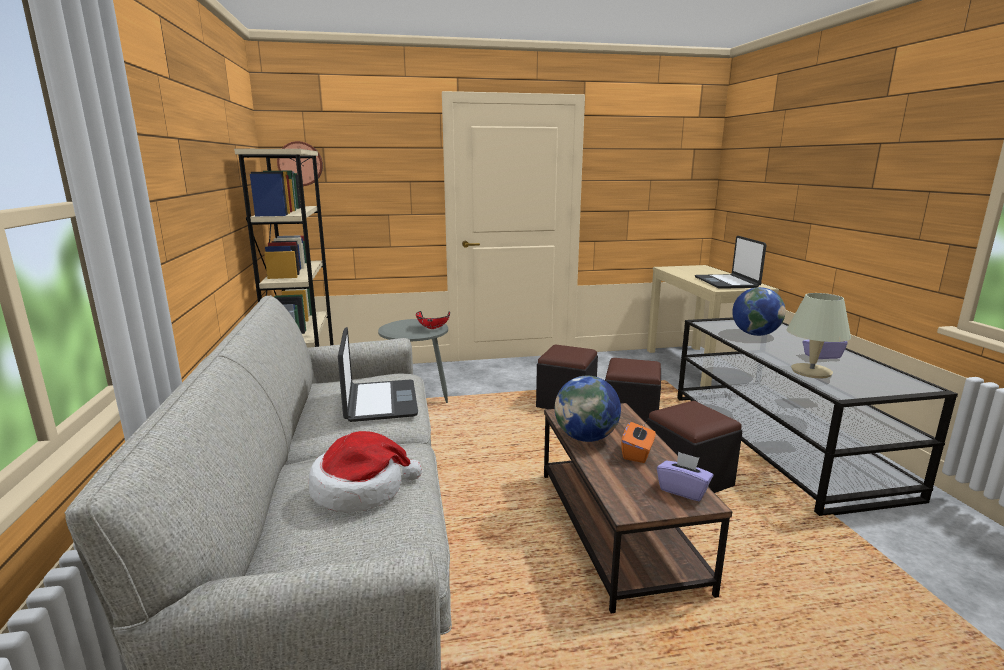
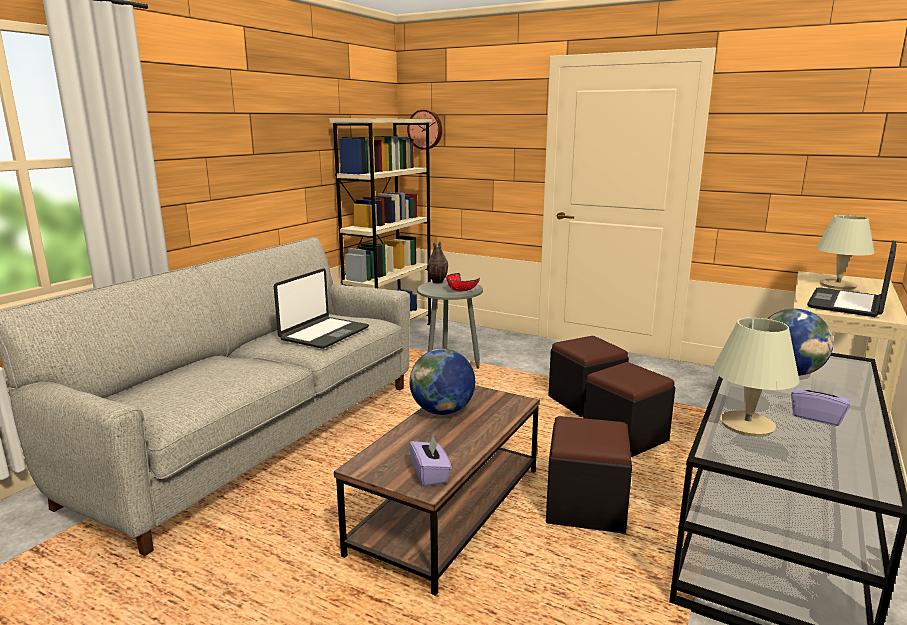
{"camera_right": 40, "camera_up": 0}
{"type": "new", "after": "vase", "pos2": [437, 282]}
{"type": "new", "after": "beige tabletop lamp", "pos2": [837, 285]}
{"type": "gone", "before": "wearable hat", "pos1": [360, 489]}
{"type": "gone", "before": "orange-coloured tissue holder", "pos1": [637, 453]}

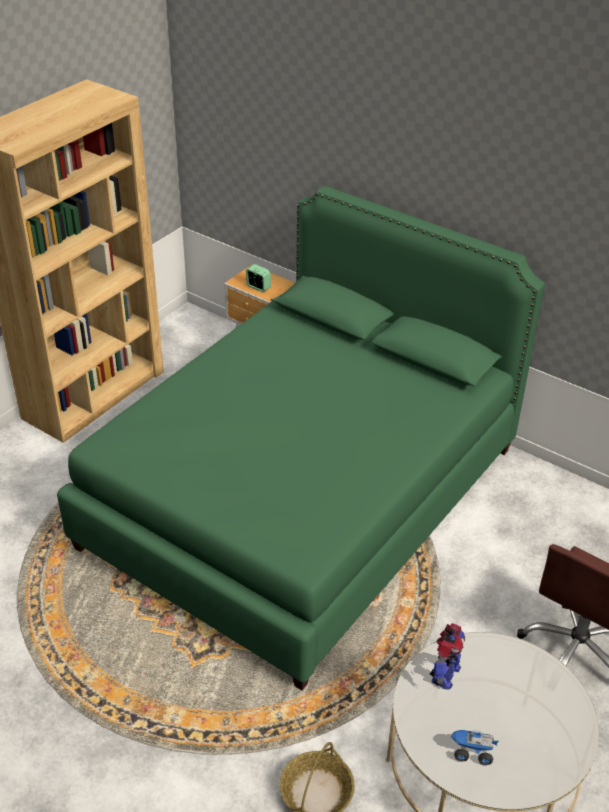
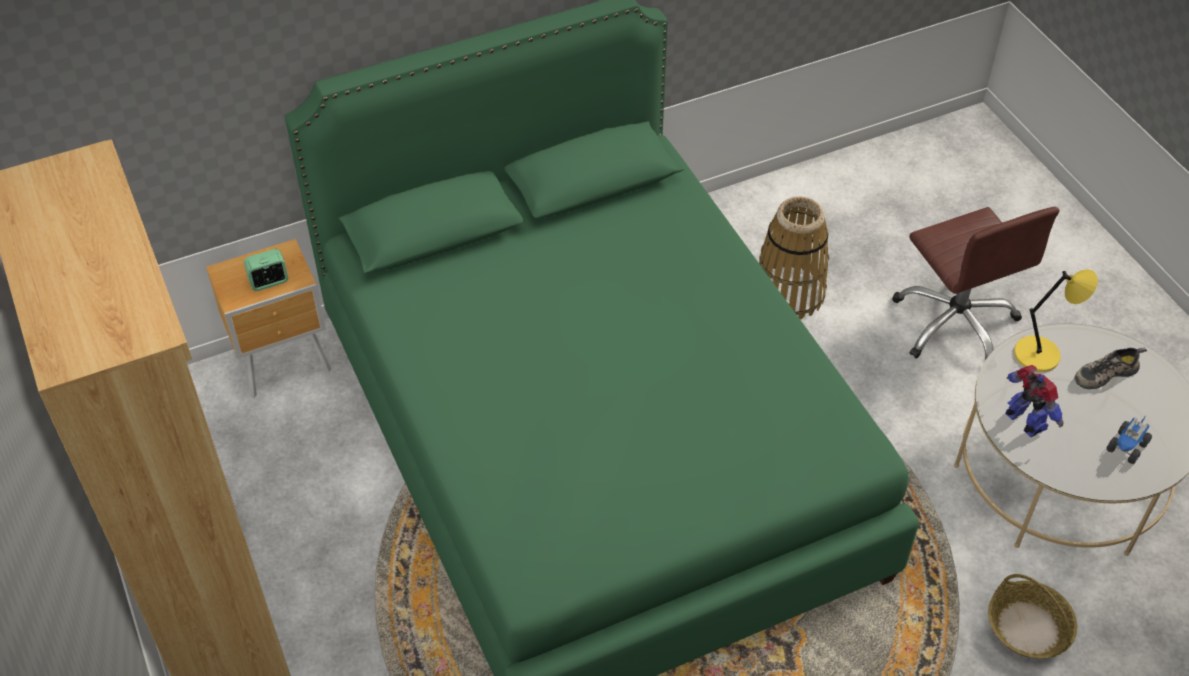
{"camera_right": -60, "camera_up": 10}
{"type": "new", "after": "storage basket", "pos2": [789, 293]}
{"type": "new", "after": "yellowish tabletop lamp", "pos2": [1039, 354]}
{"type": "new", "after": "low shoe", "pos2": [1105, 373]}

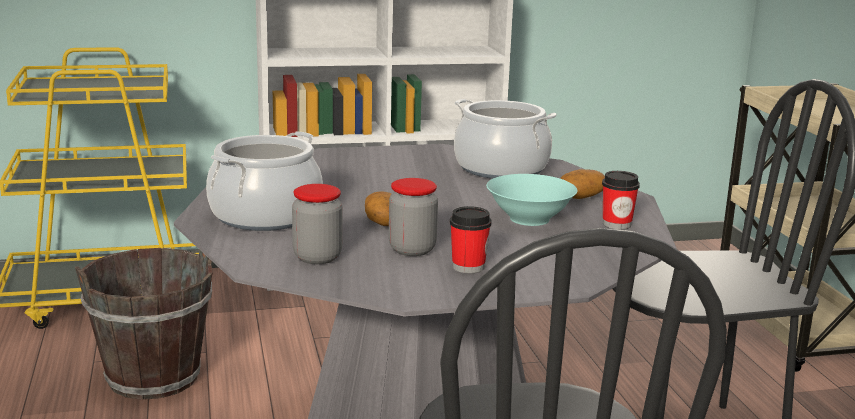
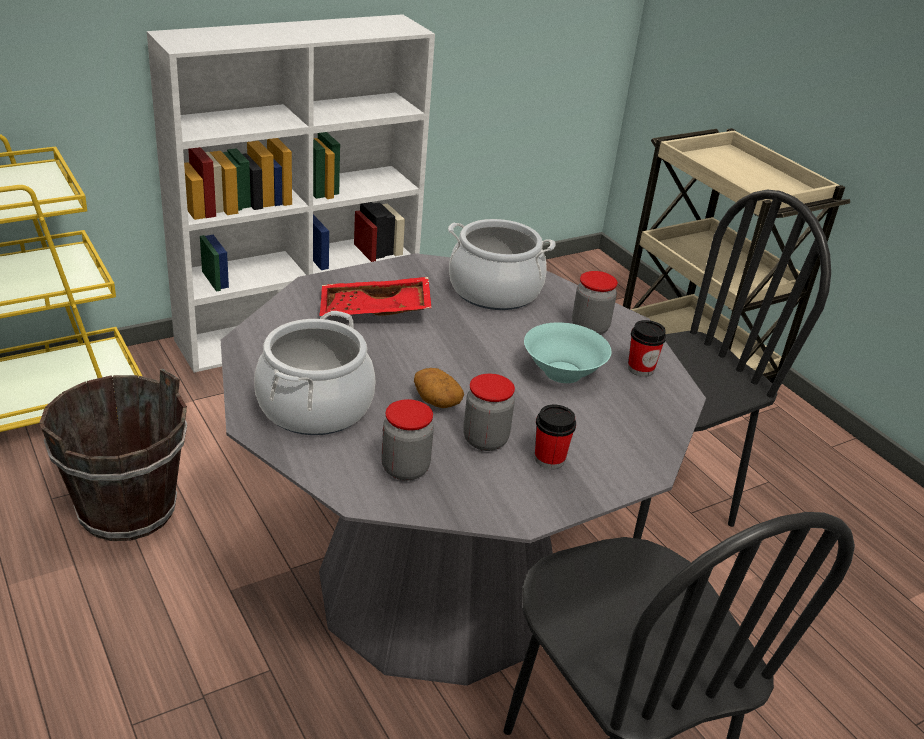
{"camera_right": -20, "camera_up": 15}
{"type": "new", "after": "red serving tray", "pos2": [374, 312]}
{"type": "swapped", "before": "whole potato", "after": "storage jar", "pos1": [582, 196], "pos2": [589, 328]}

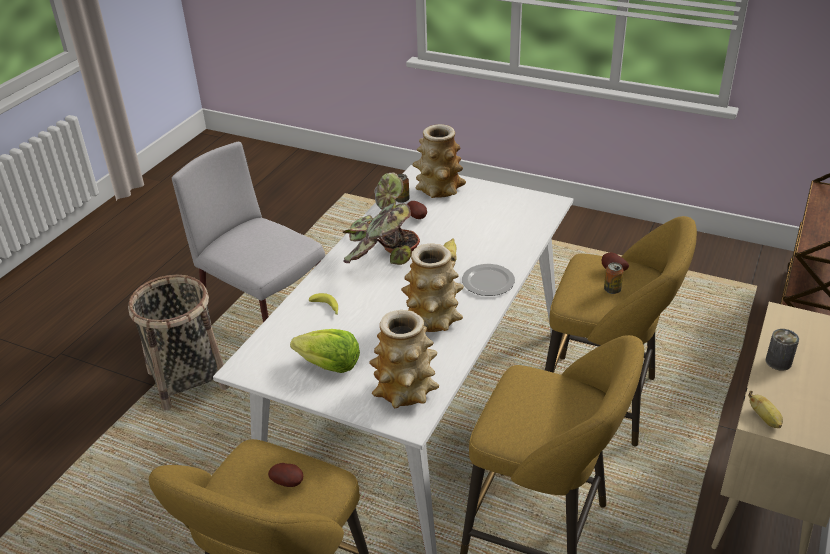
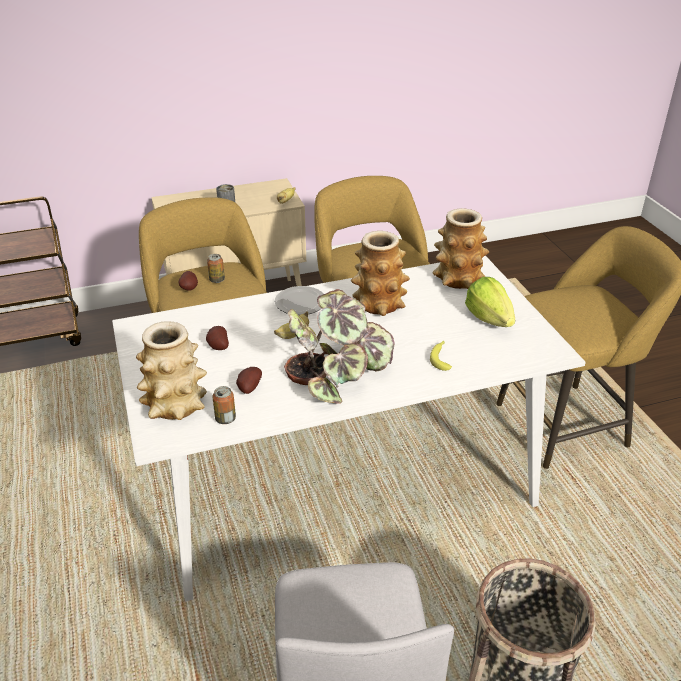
{"camera_right": -135, "camera_up": 0}
{"type": "shifted", "before": "whole potato", "pos1": [289, 482], "pos2": [217, 347]}

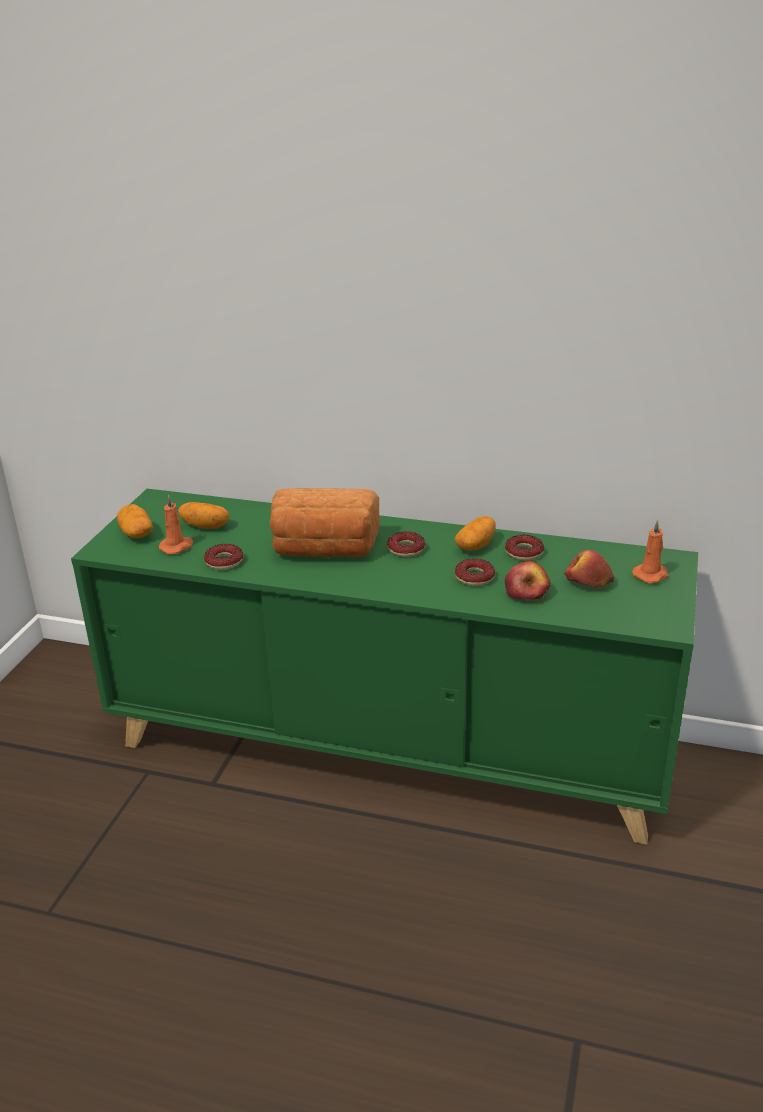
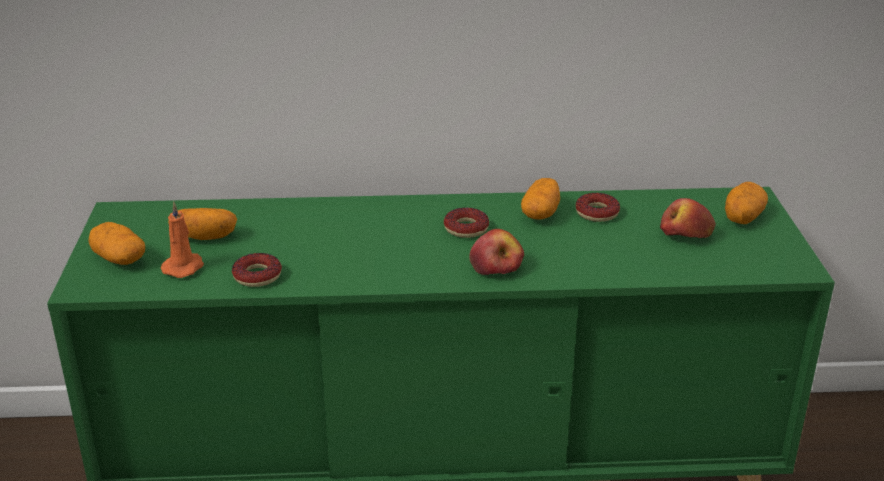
{"camera_right": -20, "camera_up": 0}
{"type": "shifted", "before": "apple", "pos1": [526, 592], "pos2": [496, 266]}
{"type": "swapped", "before": "orange-coloured candle", "after": "whole potato", "pos1": [651, 575], "pos2": [743, 217]}
{"type": "gone", "before": "bread", "pos1": [324, 549]}
{"type": "gone", "before": "ring doughnut", "pos1": [474, 577]}

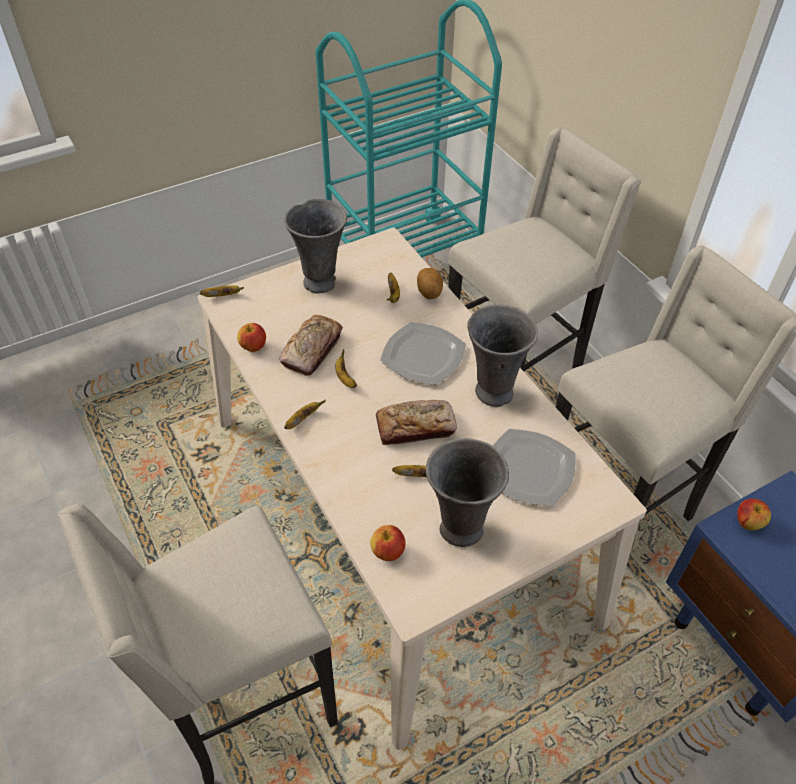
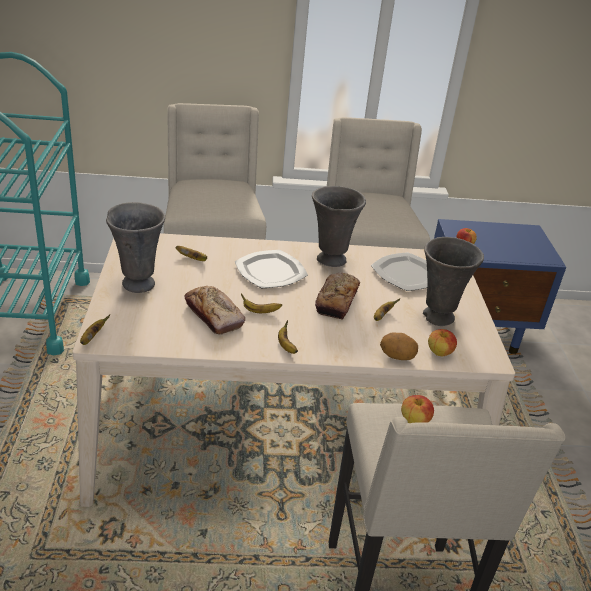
{"camera_right": -65, "camera_up": -15}
{"type": "shifted", "before": "whole potato", "pos1": [429, 292], "pos2": [397, 356]}
{"type": "shifted", "before": "apple", "pos1": [253, 347], "pos2": [414, 421]}

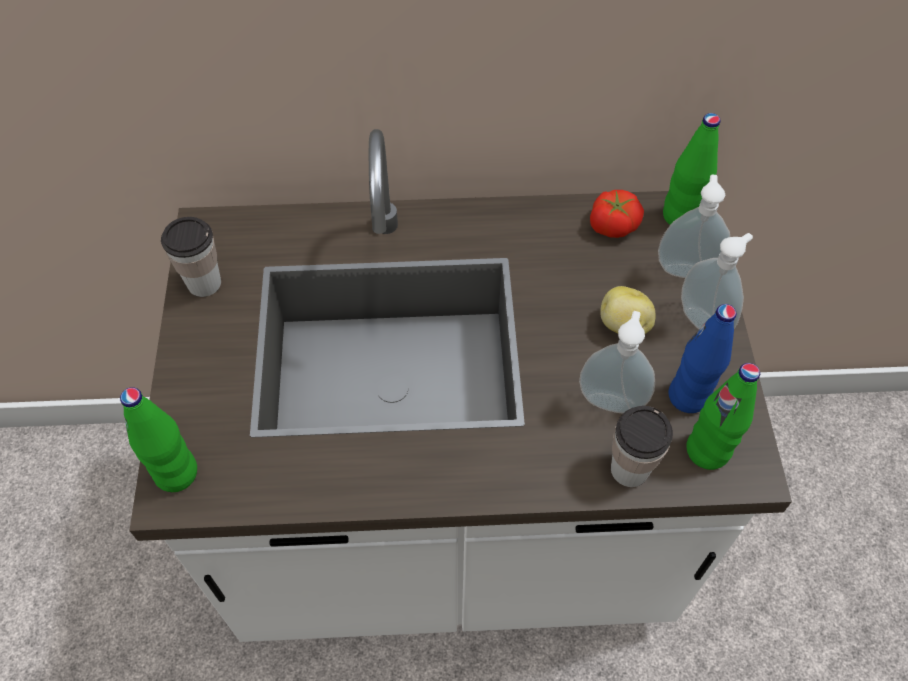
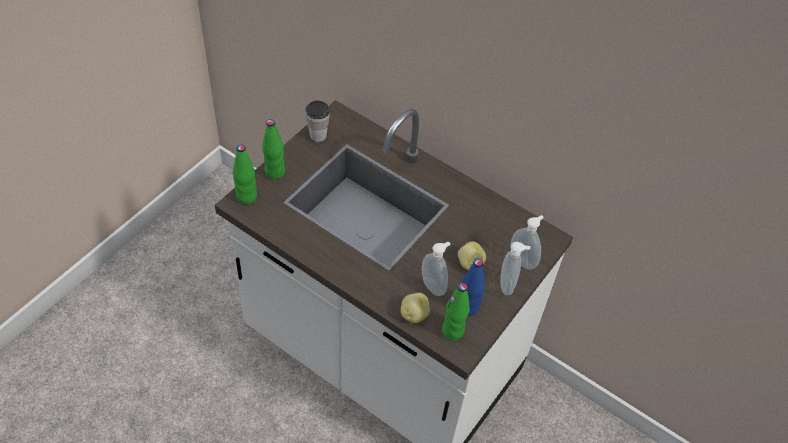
{"camera_right": 35, "camera_up": -5}
{"type": "shifted", "before": "green-coloured drink bottle", "pos1": [680, 216], "pos2": [275, 172]}
{"type": "swapped", "before": "drinking cup", "after": "whole potato", "pos1": [629, 469], "pos2": [413, 314]}
{"type": "gone", "before": "whole tomato", "pos1": [612, 224]}

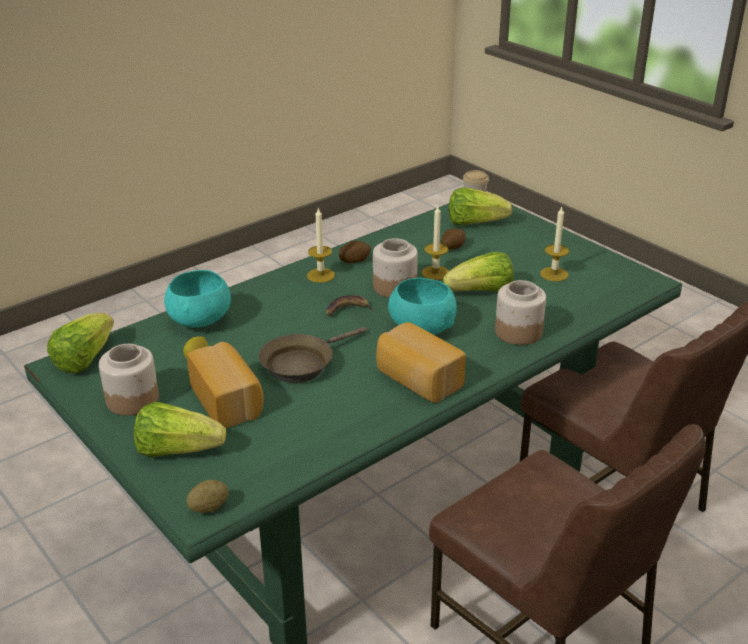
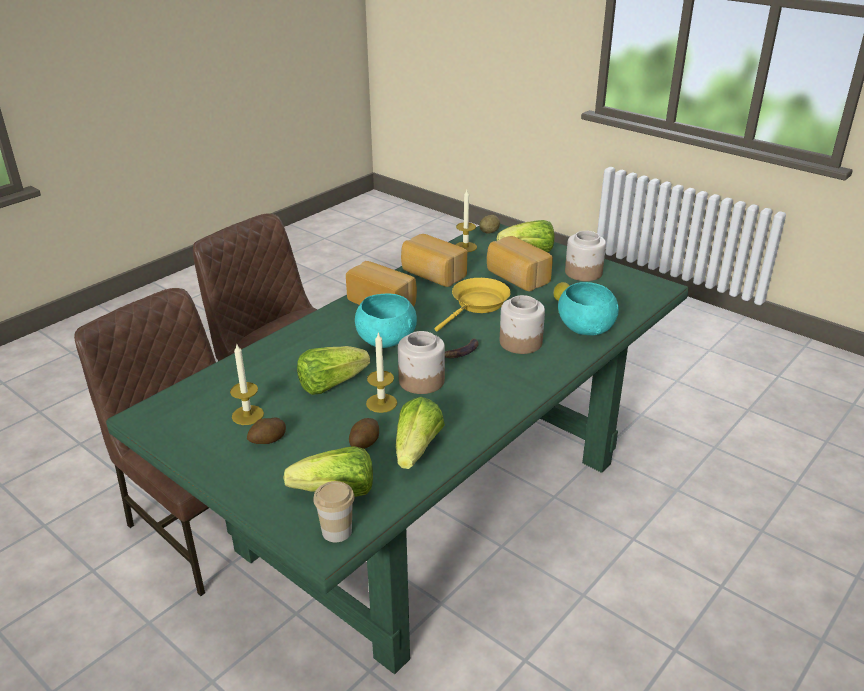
{"camera_right": 170, "camera_up": 0}
{"type": "shifted", "before": "whole potato", "pos1": [355, 260], "pos2": [268, 440]}
{"type": "shifted", "before": "lettuce", "pos1": [84, 359], "pos2": [417, 450]}
{"type": "new", "after": "bread", "pos2": [432, 274]}
{"type": "repainted", "before": "brown pan", "after": "yellowish pan", "pos1": [302, 363], "pos2": [477, 305]}
{"type": "shifted", "before": "candle", "pos1": [321, 275], "pos2": [465, 247]}
{"type": "shifted", "before": "storage jar", "pos1": [517, 332], "pos2": [521, 342]}

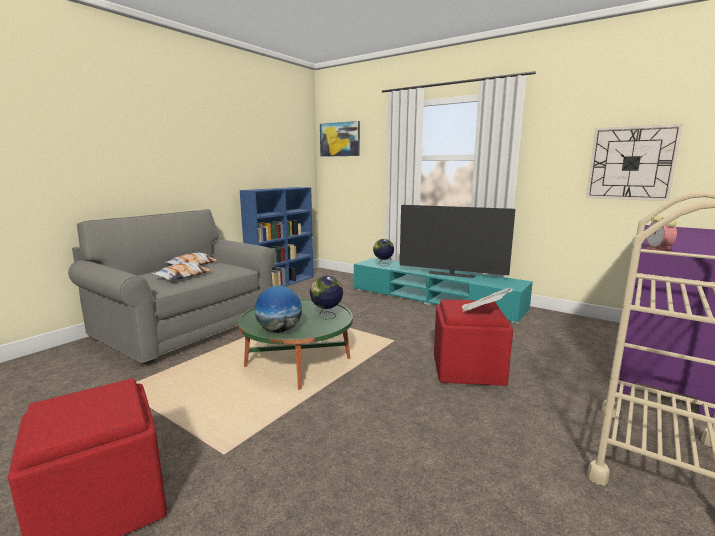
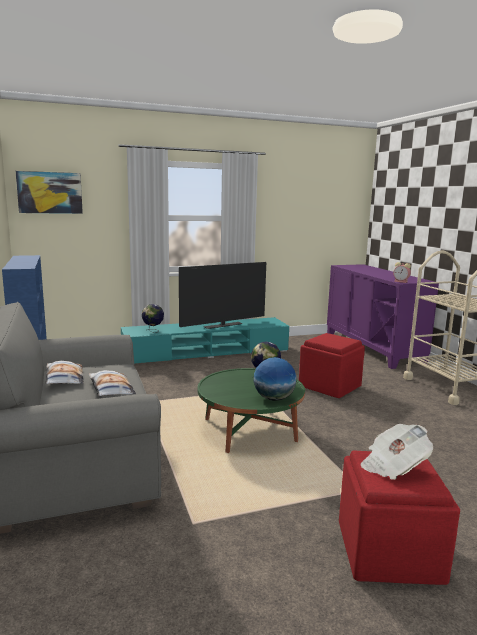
{"camera_right": -55, "camera_up": 0}
{"type": "shifted", "before": "daily paper", "pos1": [483, 312], "pos2": [393, 466]}
{"type": "gone", "before": "hanging clock", "pos1": [631, 163]}

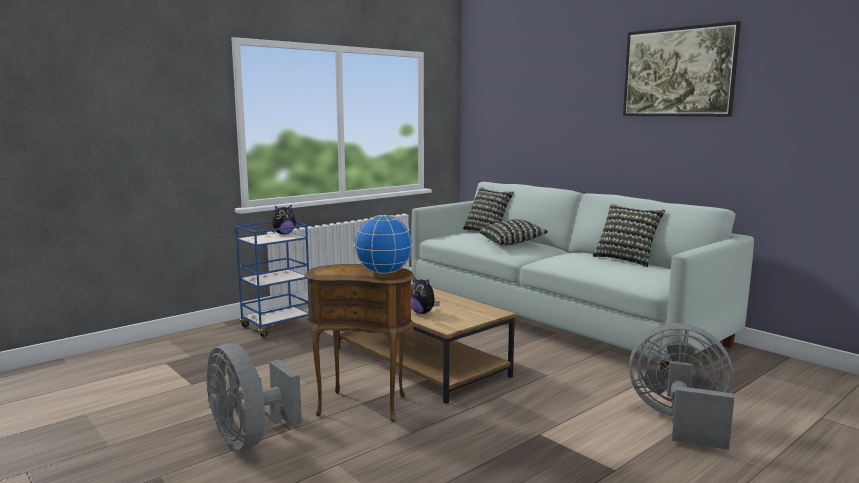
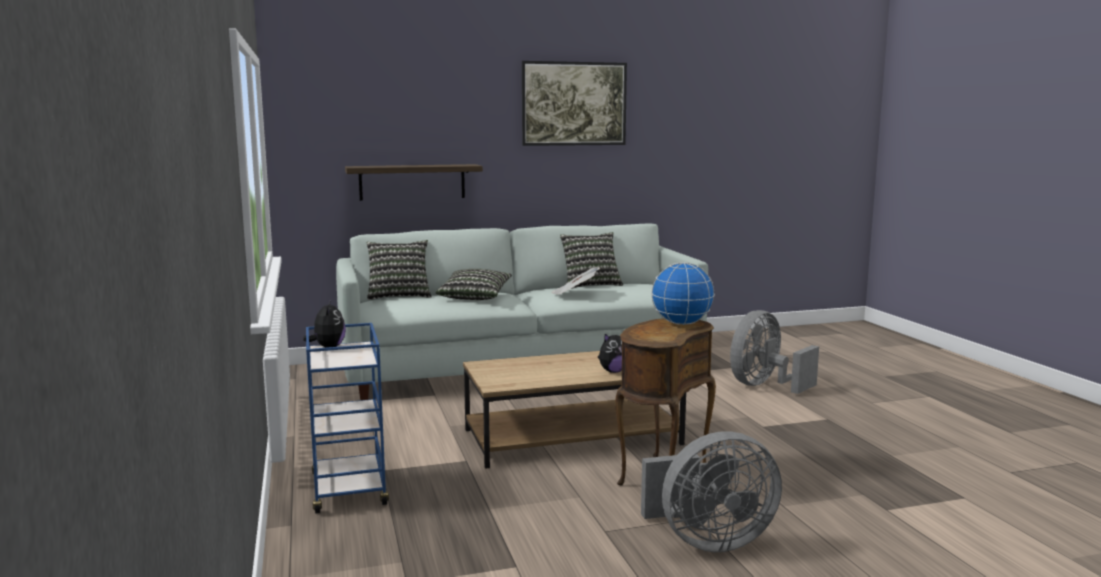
{"camera_right": -65, "camera_up": 0}
{"type": "new", "after": "bracket shelf", "pos2": [412, 182]}
{"type": "new", "after": "daily paper", "pos2": [574, 294]}

